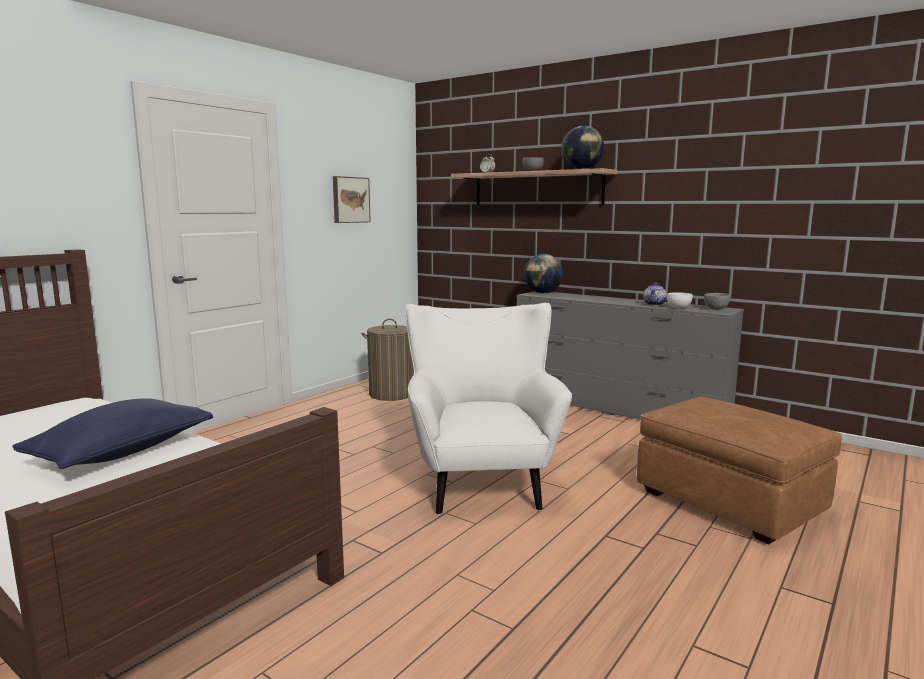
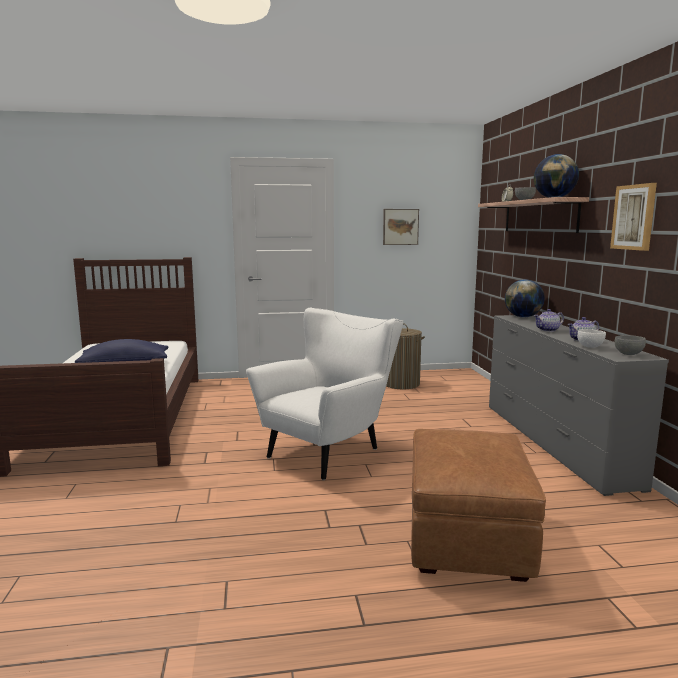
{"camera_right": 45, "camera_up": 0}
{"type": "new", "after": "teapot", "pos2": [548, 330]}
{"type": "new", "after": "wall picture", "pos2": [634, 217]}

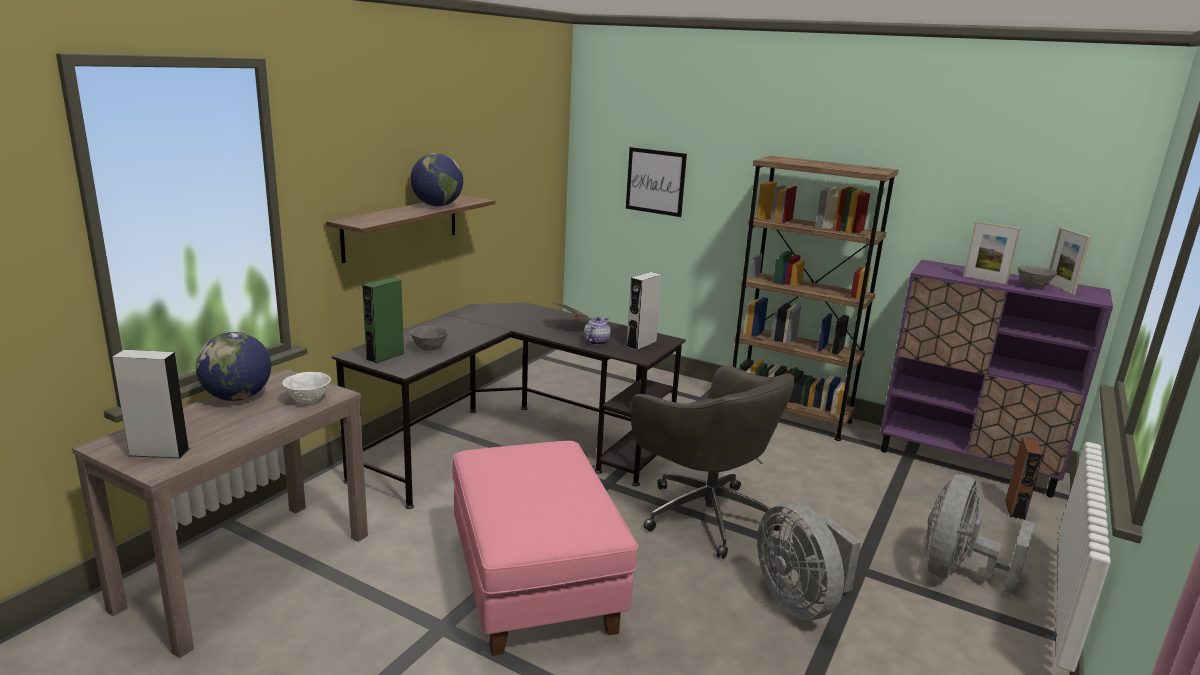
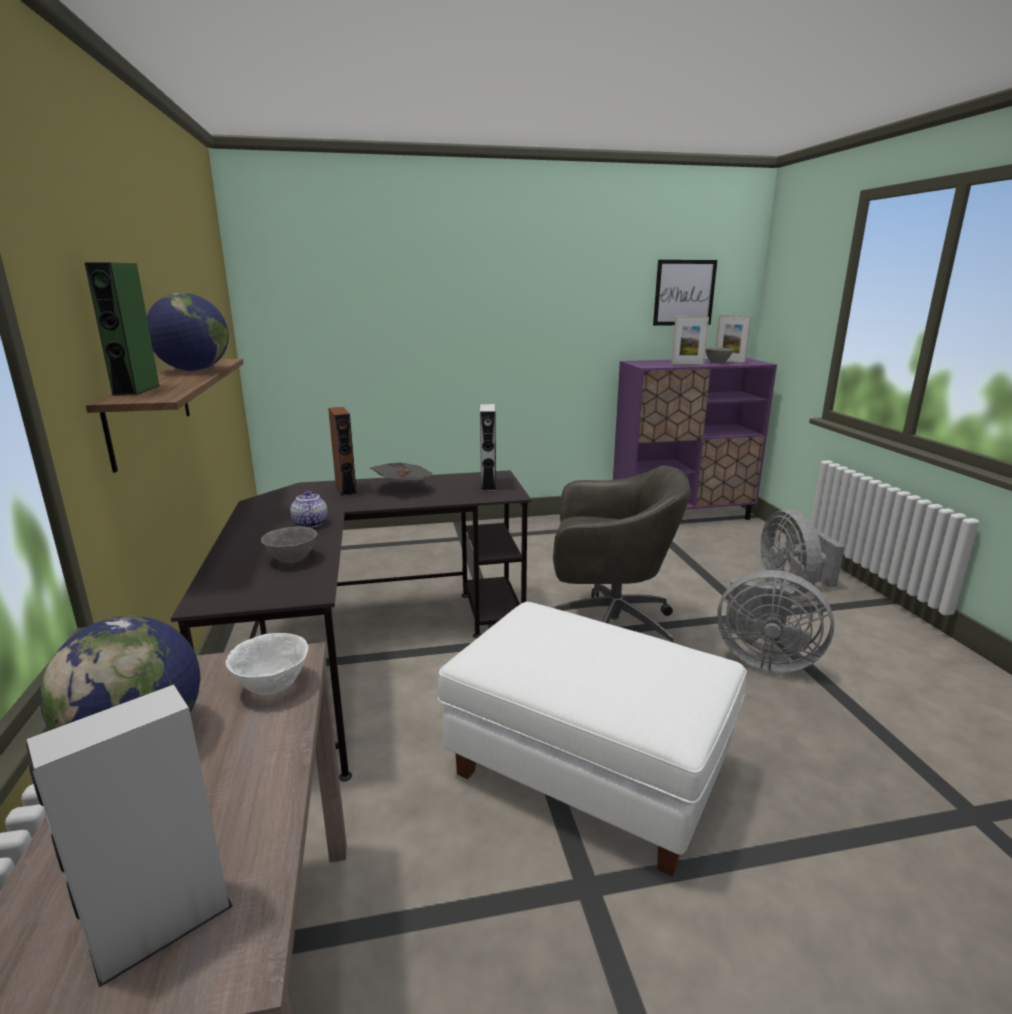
{"camera_right": -40, "camera_up": 0}
{"type": "shifted", "before": "green-coloured speaker", "pos1": [385, 356], "pos2": [136, 390]}
{"type": "shifted", "before": "teapot", "pos1": [596, 342], "pos2": [310, 523]}
{"type": "shifted", "before": "brown speaker", "pos1": [1015, 509], "pos2": [345, 489]}
{"type": "repainted", "before": "pink-coloured footrest", "after": "white-coloured footrest", "pos1": [535, 582], "pos2": [589, 771]}
{"type": "shifted", "before": "wall picture", "pos1": [655, 181], "pos2": [684, 293]}
{"type": "gone", "before": "brown bookshelf", "pos1": [788, 416]}

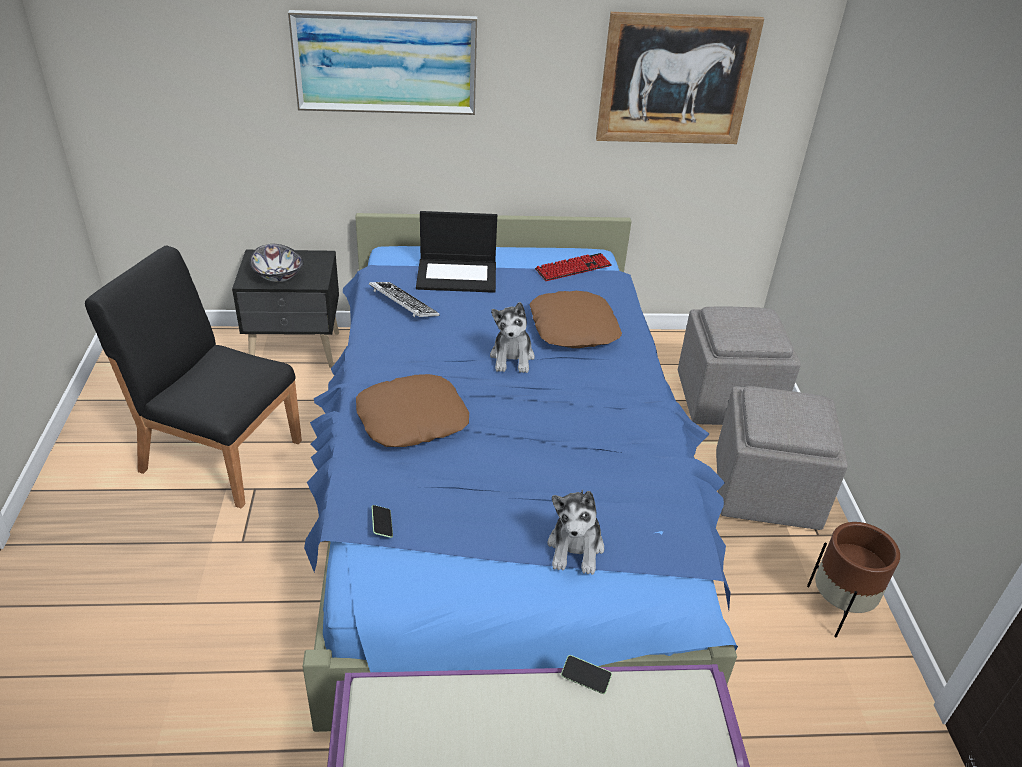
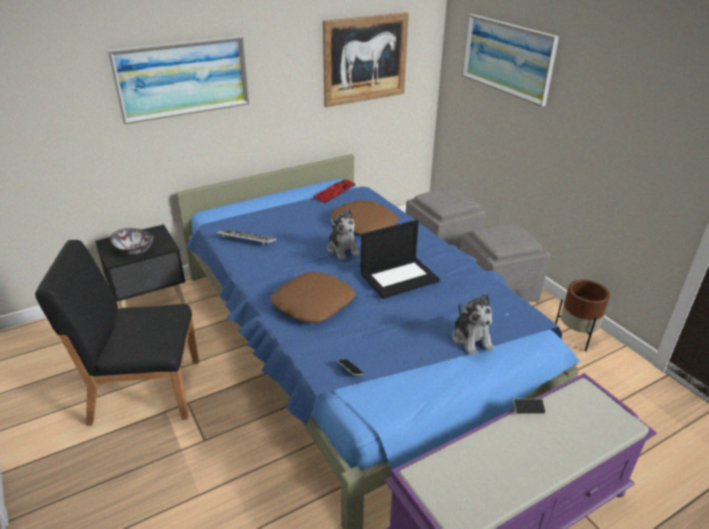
{"camera_right": -25, "camera_up": -5}
{"type": "shifted", "before": "portable computer", "pos1": [458, 275], "pos2": [399, 277]}
{"type": "new", "after": "wall picture", "pos2": [507, 57]}

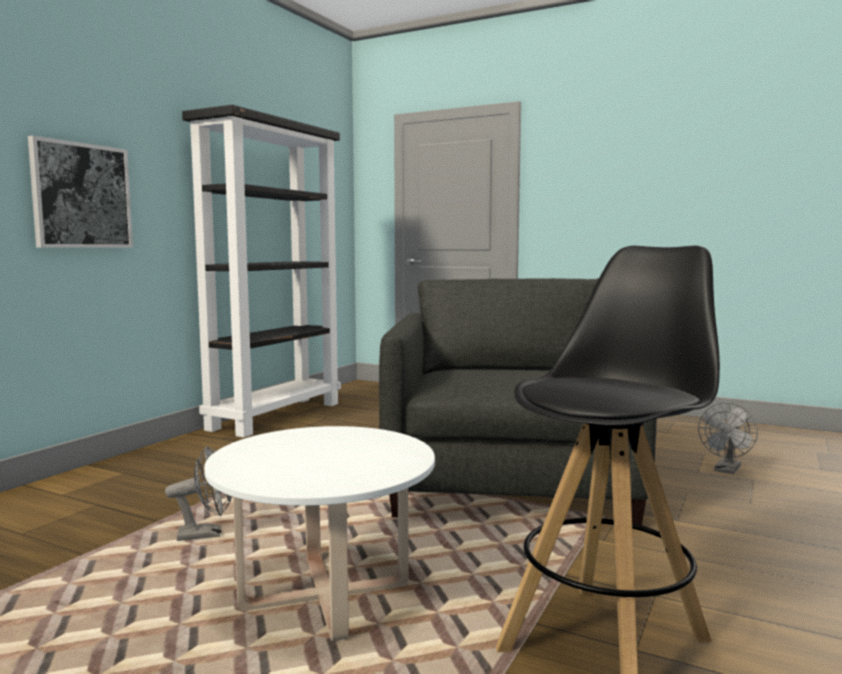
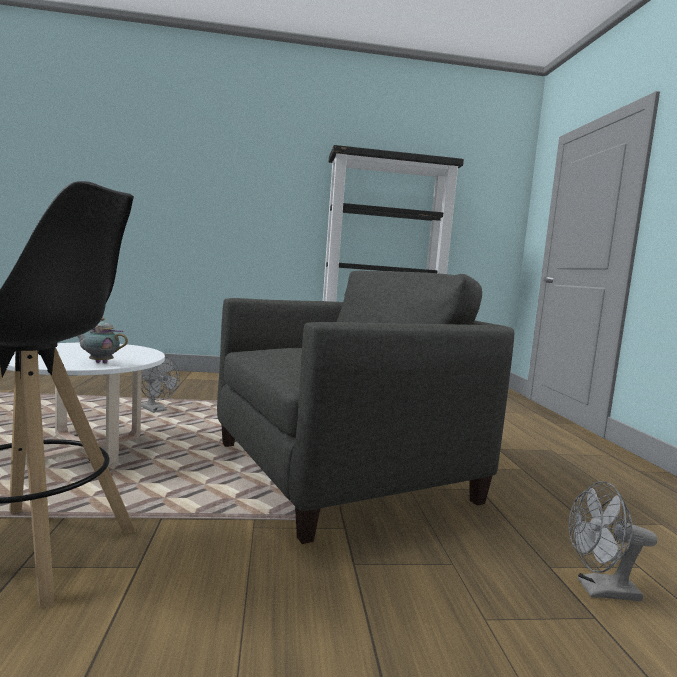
{"camera_right": 55, "camera_up": 0}
{"type": "new", "after": "teapot", "pos2": [99, 363]}
{"type": "gone", "before": "wall picture", "pos1": [81, 196]}

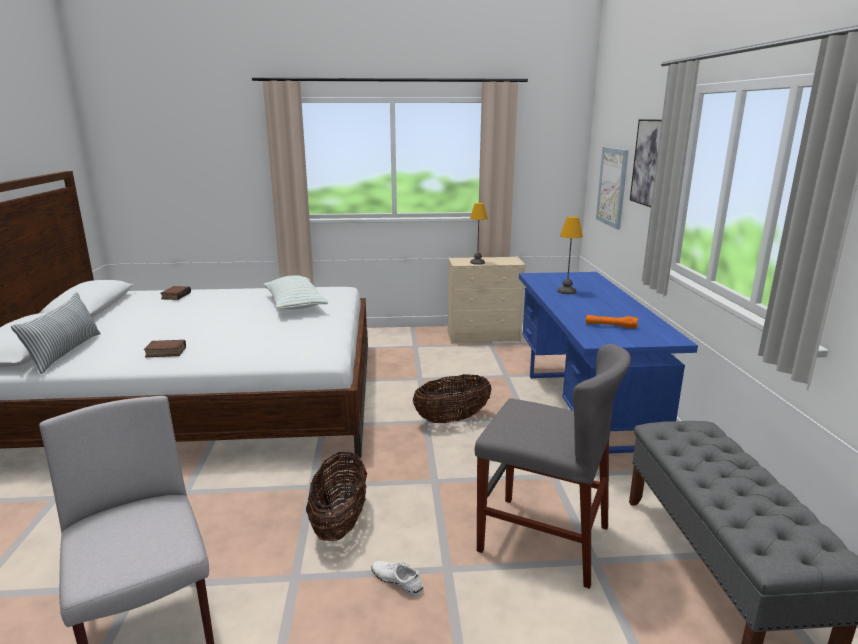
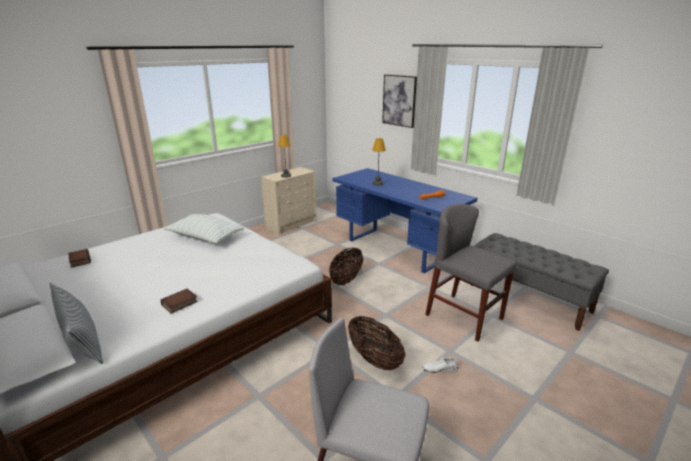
{"camera_right": -40, "camera_up": 5}
{"type": "rotated", "before": "greyish chair", "pos1": [543, 538], "pos2": [464, 317], "turn": -120}
{"type": "gone", "before": "wall picture", "pos1": [612, 187]}

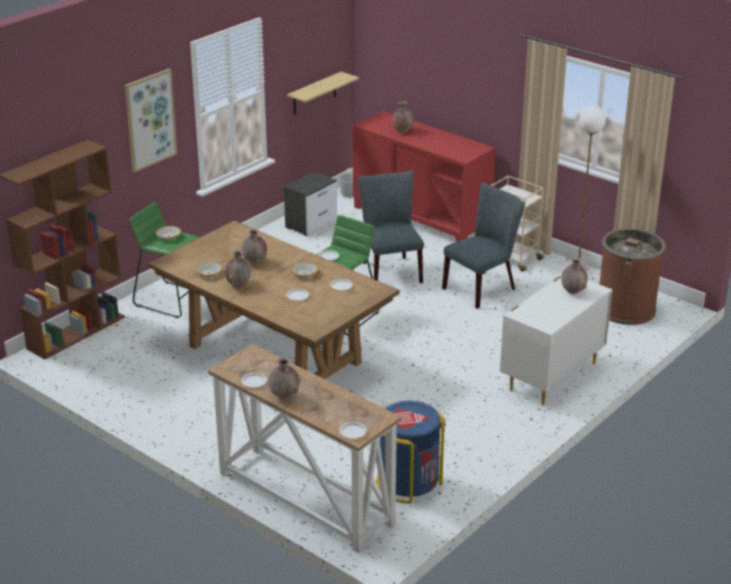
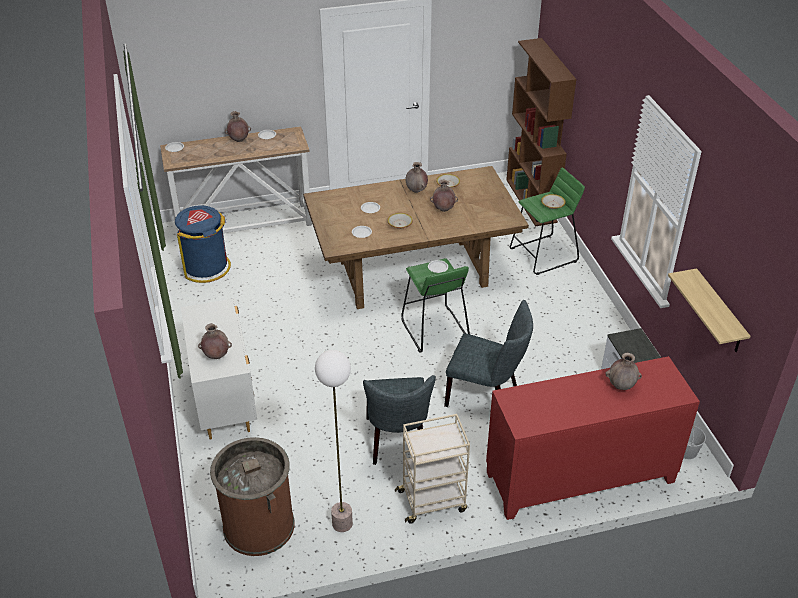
{"camera_right": 125, "camera_up": 10}
{"type": "gone", "before": "wall picture", "pos1": [150, 120]}

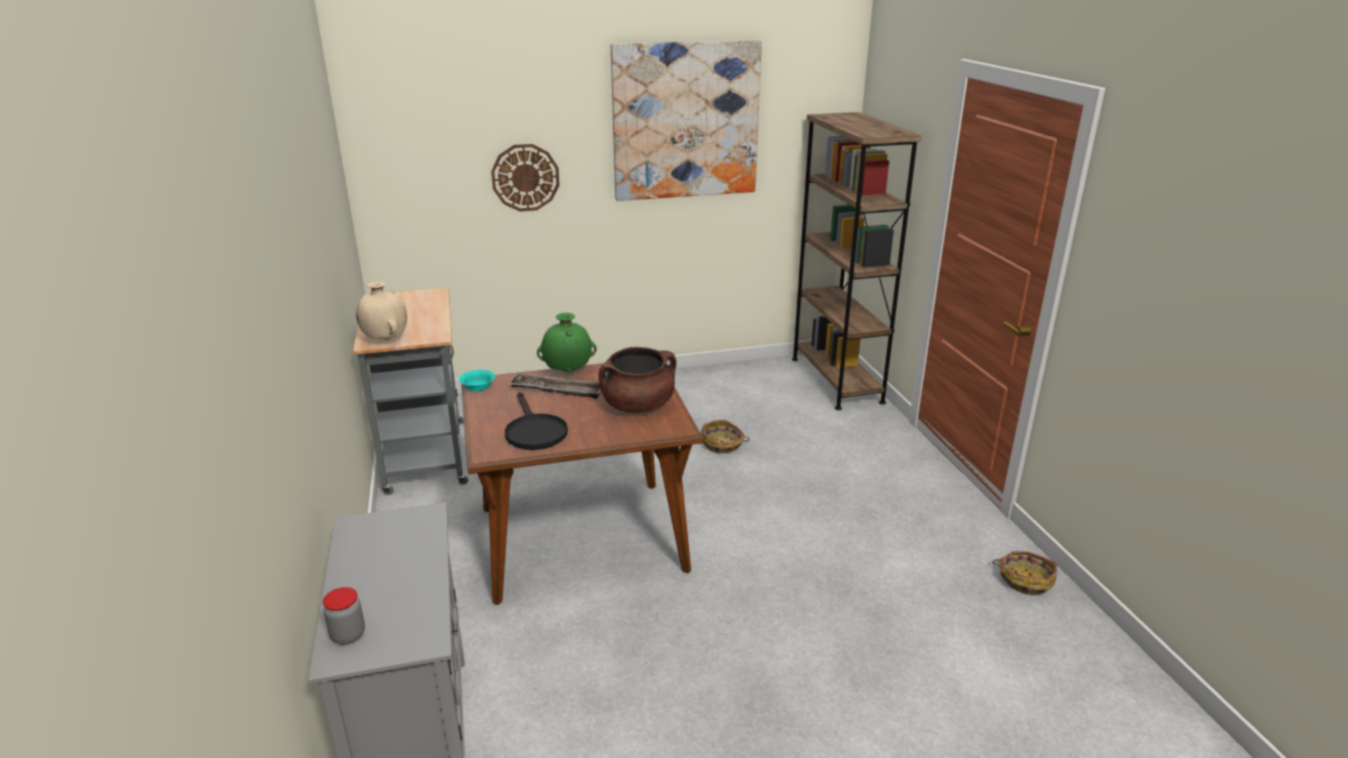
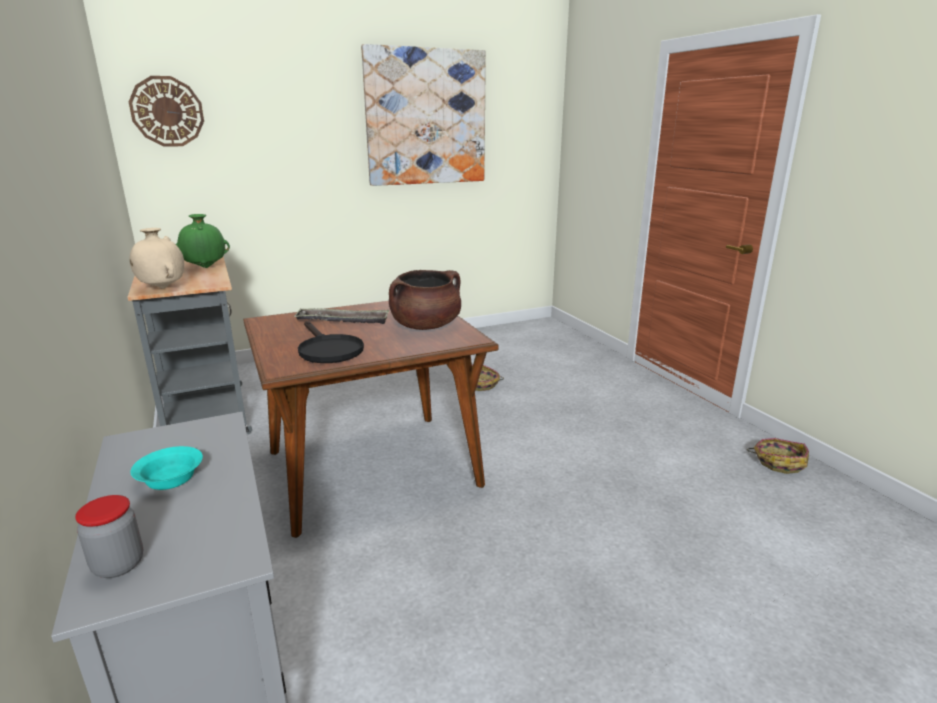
{"camera_right": -10, "camera_up": -5}
{"type": "shifted", "before": "hanging clock", "pos1": [525, 177], "pos2": [167, 111]}
{"type": "shifted", "before": "blue-green deep dish", "pos1": [478, 387], "pos2": [171, 479]}
{"type": "shifted", "before": "green-coloured vase", "pos1": [568, 371], "pos2": [206, 267]}
{"type": "gone", "before": "brown bookshelf", "pos1": [836, 380]}

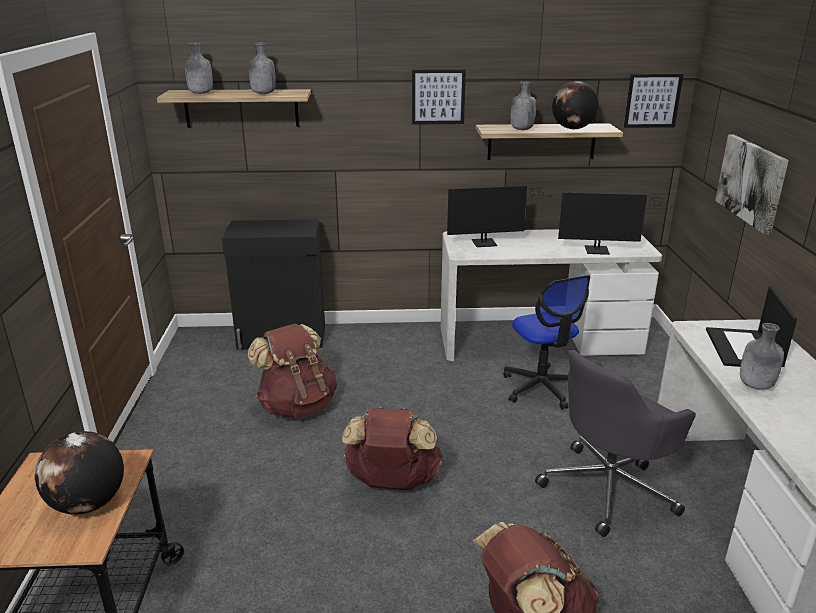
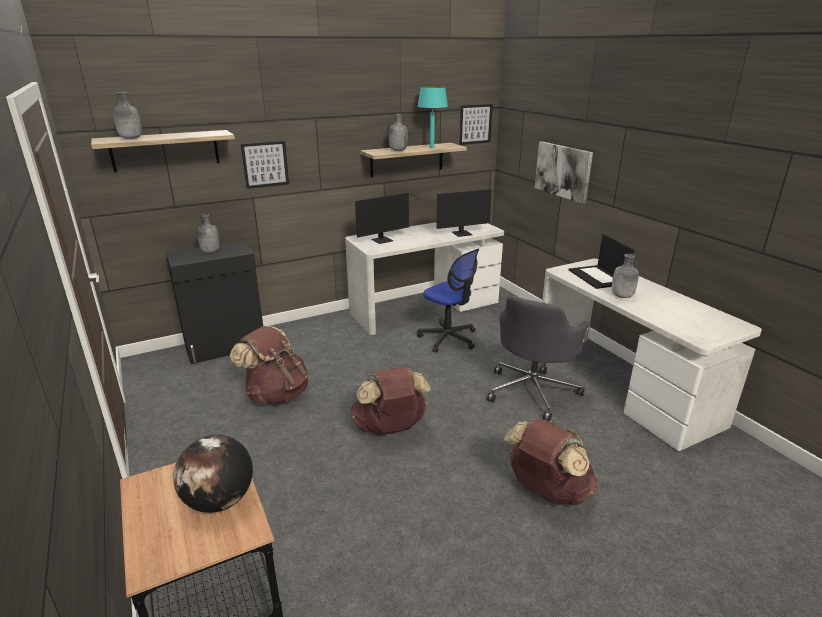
{"camera_right": -25, "camera_up": 0}
{"type": "shifted", "before": "greyish drink bottle", "pos1": [263, 93], "pos2": [210, 252]}
{"type": "shifted", "before": "wall picture", "pos1": [438, 97], "pos2": [265, 164]}
{"type": "swapped", "before": "world globe", "after": "blue-green tabletop lamp", "pos1": [572, 129], "pos2": [432, 147]}

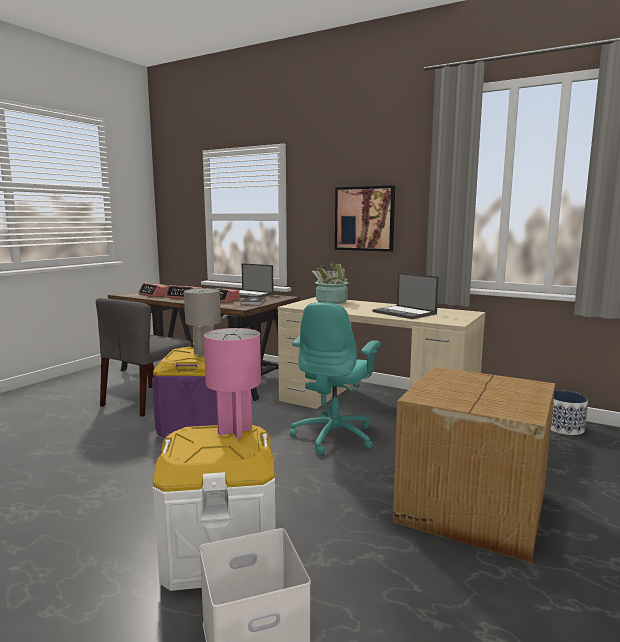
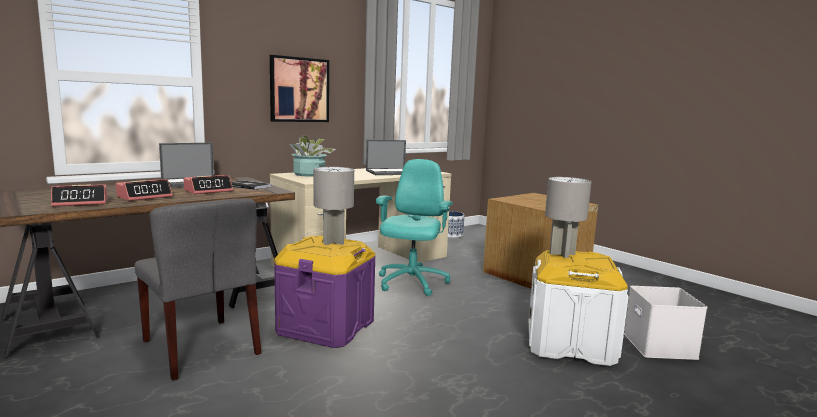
{"camera_right": -70, "camera_up": 0}
{"type": "rotated", "before": "blue-green computer chair", "pos1": [334, 436], "pos2": [411, 283], "turn": -120}
{"type": "repainted", "before": "pink-coloured tabletop lamp", "after": "greyish tabletop lamp", "pos1": [235, 431], "pos2": [561, 254]}

